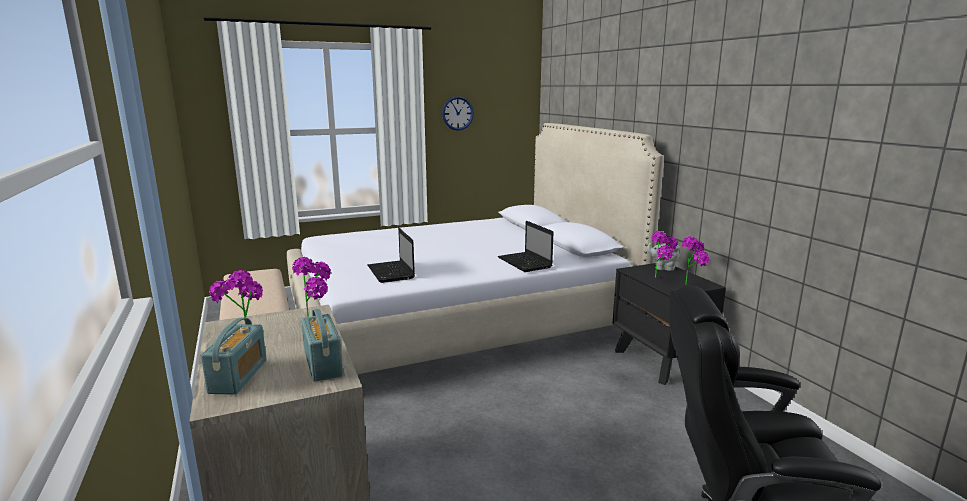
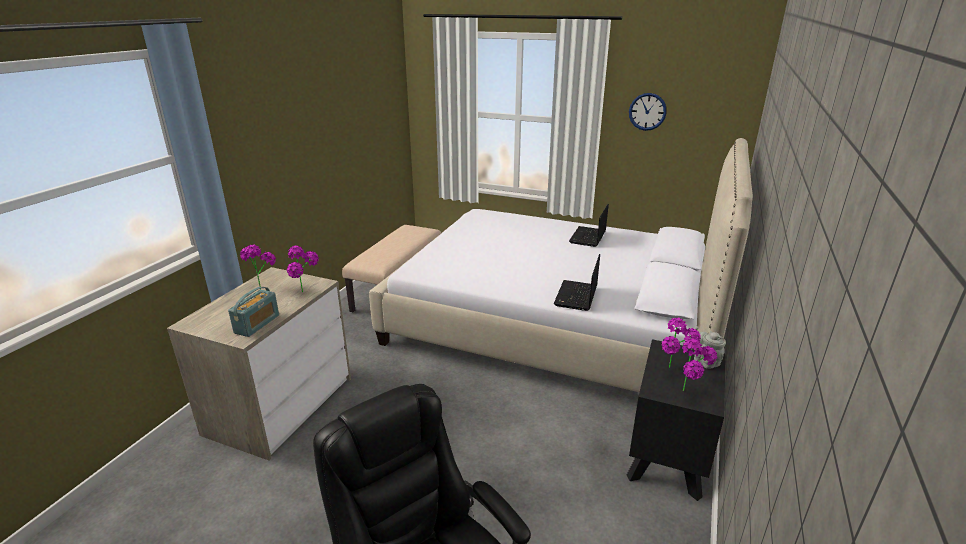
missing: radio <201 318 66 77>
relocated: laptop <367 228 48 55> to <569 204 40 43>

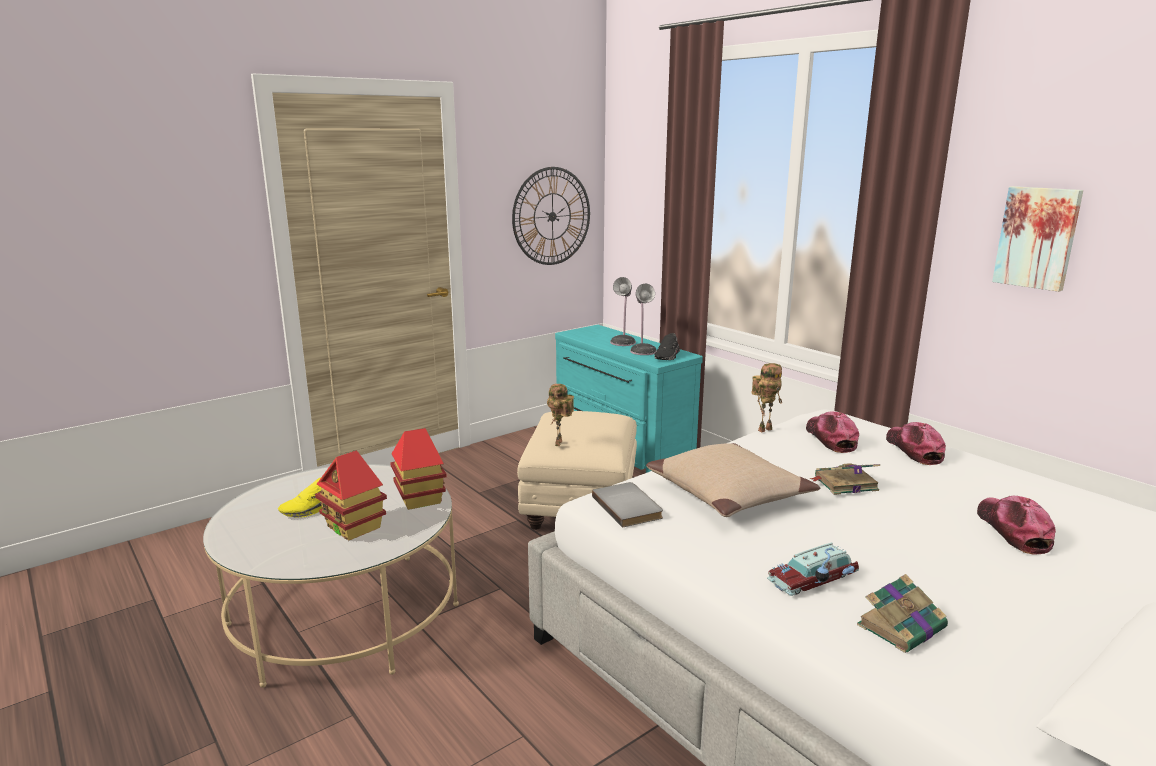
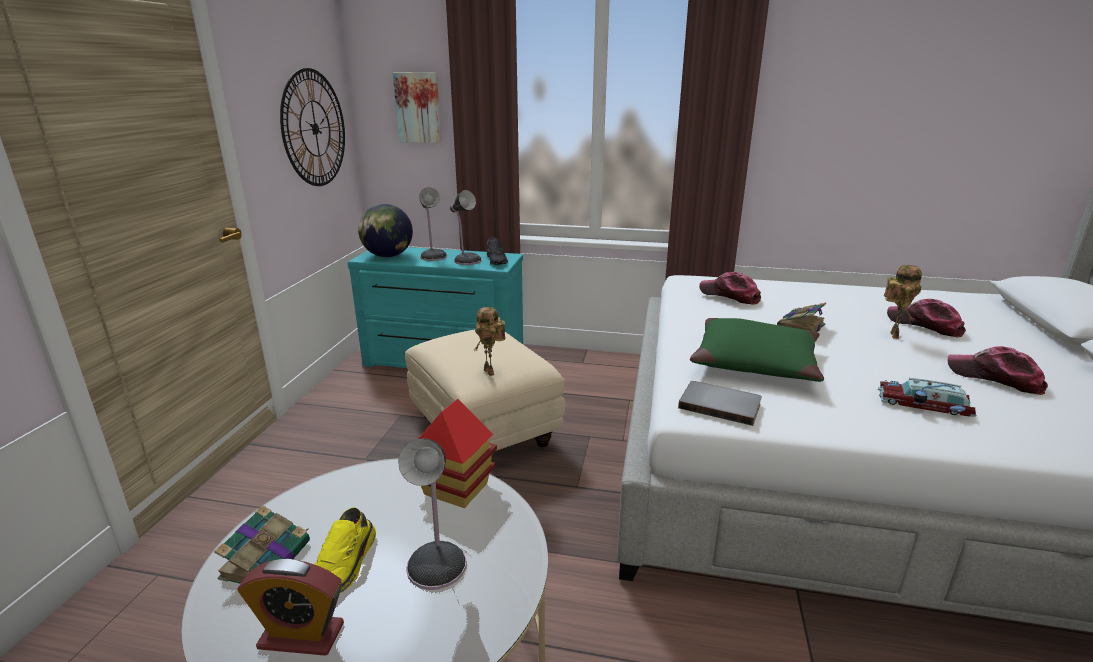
appeared: alarm clock <237 559 107 97>; globe <358 204 55 53>
relocated: toy robot <751 363 31 69> to <884 265 38 74>; book <857 574 91 79> to <214 505 96 79>; cap <886 422 60 43> to <947 346 101 49>; picture <992 186 91 106> to <393 72 48 71>
exchanged: toy house <315 451 72 90> to table lamp <398 438 68 152>
colour: pillow/beige <646 443 174 74> to pillow/green <690 318 134 64>
spun: toy car <767 542 92 54> = <878 378 99 39> 90 degrees clockwise

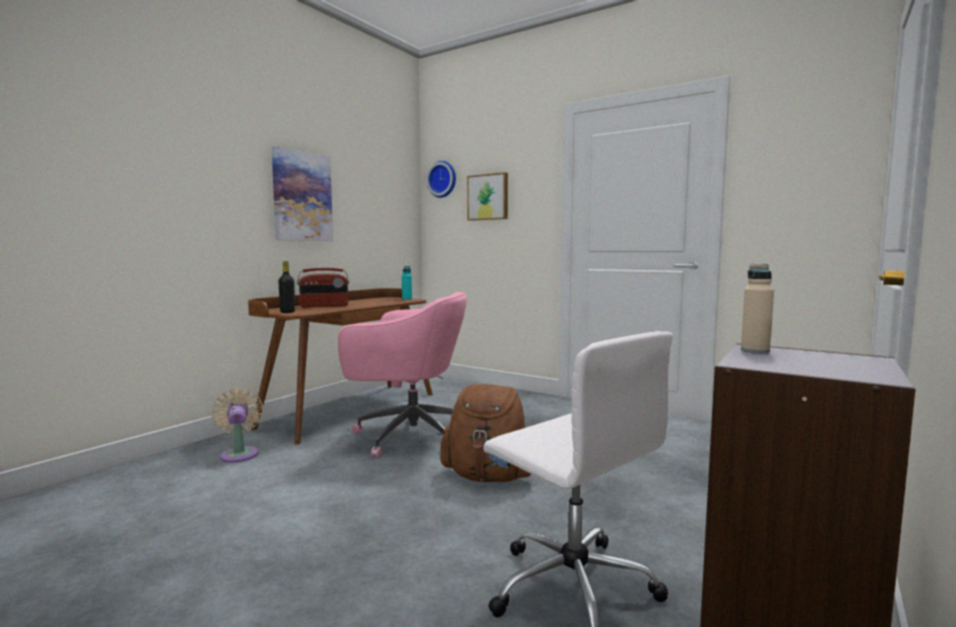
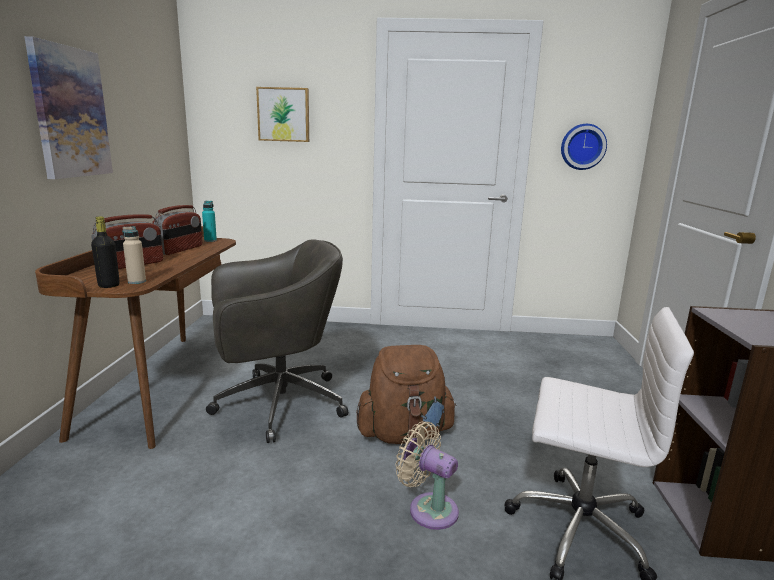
appeared: radio <152 205 50 50>
relocated: fan/beige <212 388 51 75> to <395 422 64 108>; wall clock <426 161 30 37> to <561 124 46 46>; bottle/beige <741 264 33 90> to <123 226 23 58>
colour: office chair/pink <338 292 129 166> to office chair/grey <206 239 142 204>

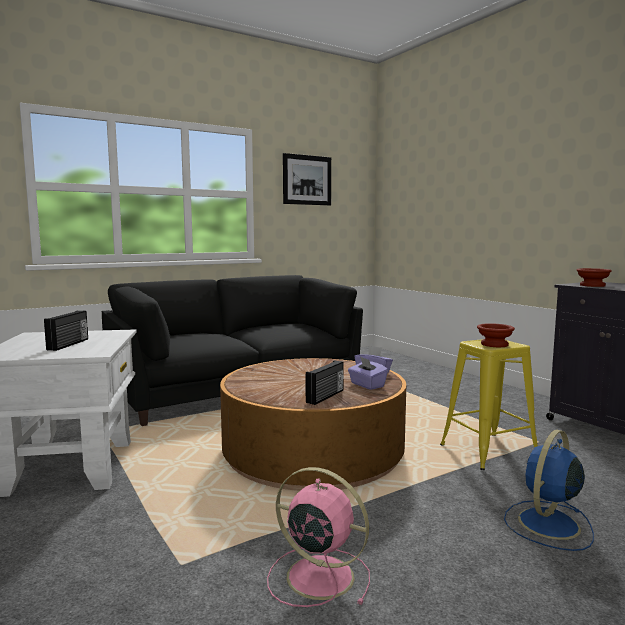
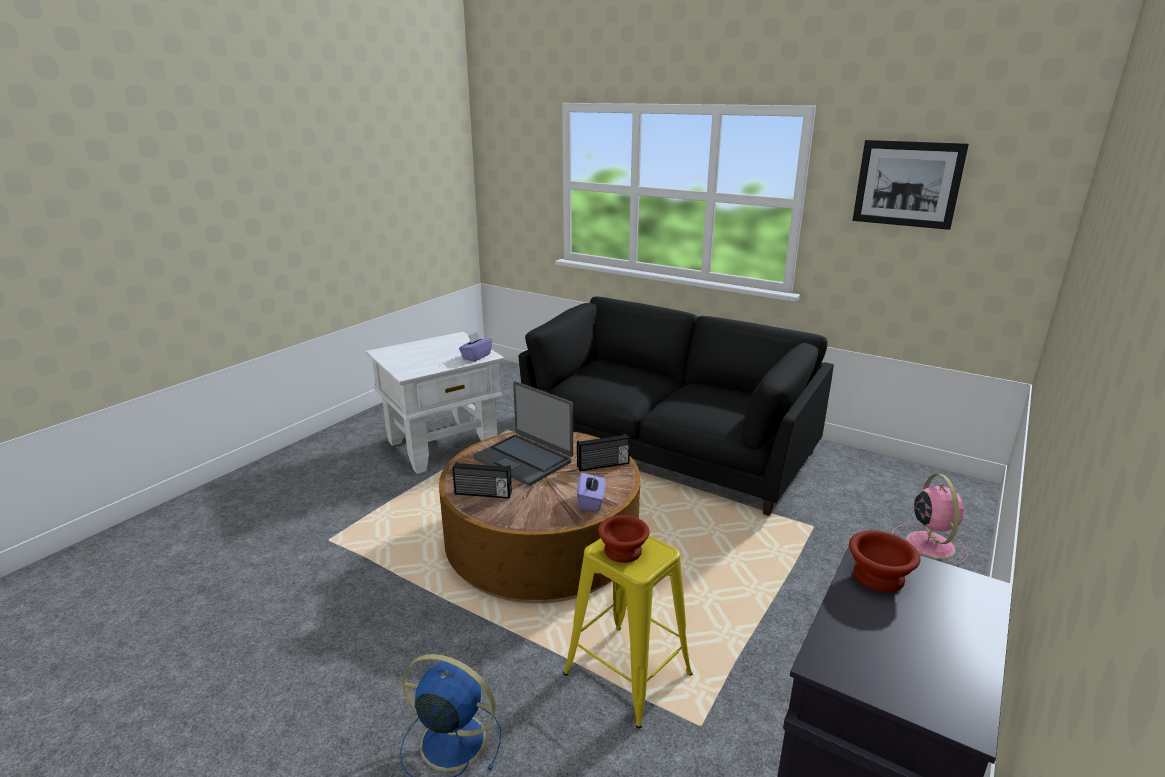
appeared: laptop <473 381 100 105>
relocated: radio <44 311 44 40> to <577 434 53 37>; fan/pink <267 467 103 140> to <892 474 76 91>; tissue box/purple <348 357 40 33> to <459 332 33 30>

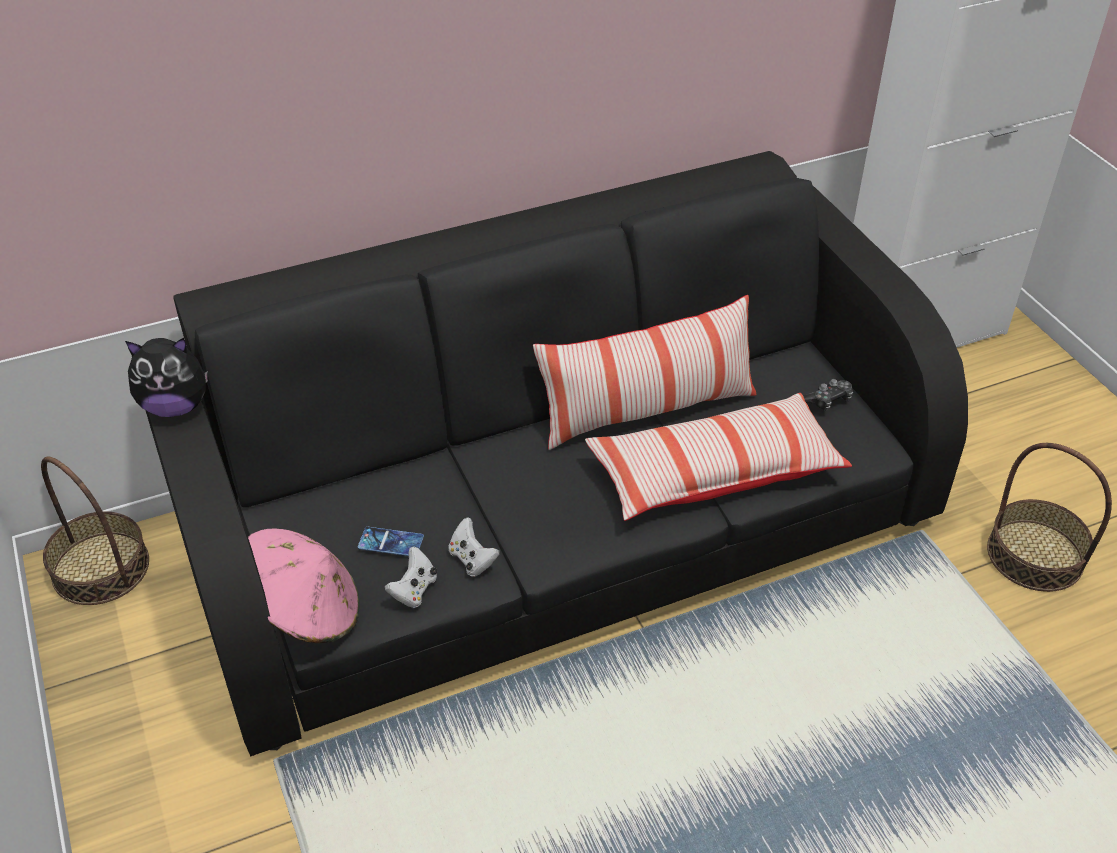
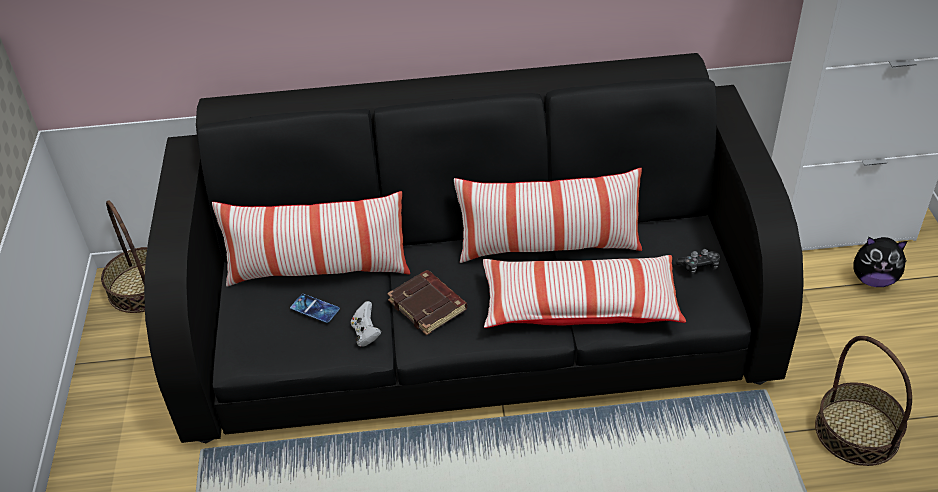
missing: hat/pink <248 528 112 115>; game controller/white <385 547 52 61>
appeared: pillow <212 191 198 96>; book/brown <387 270 80 66>
relocated: plush toy <125 338 83 79> to <853 237 54 50>

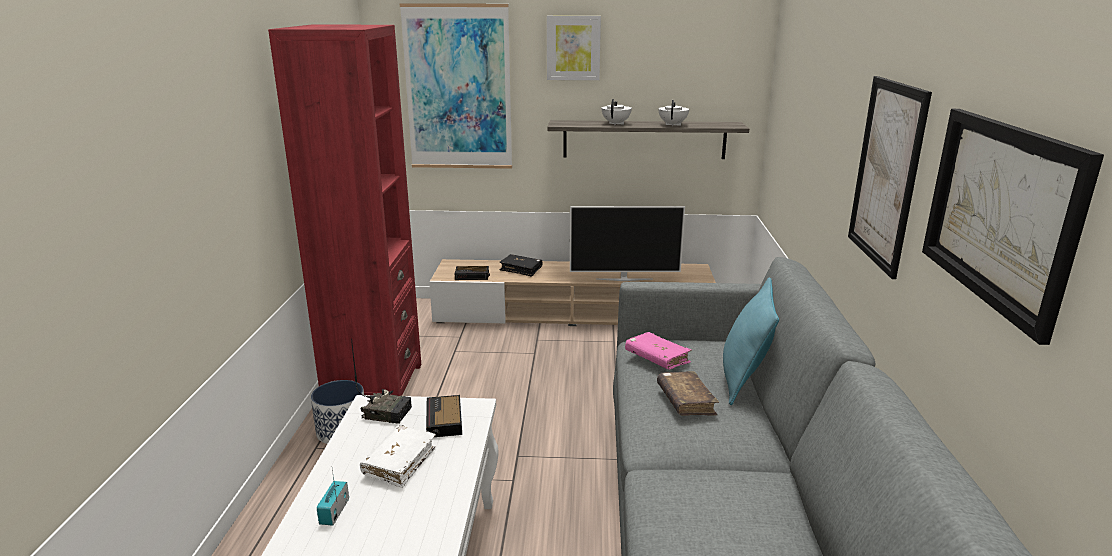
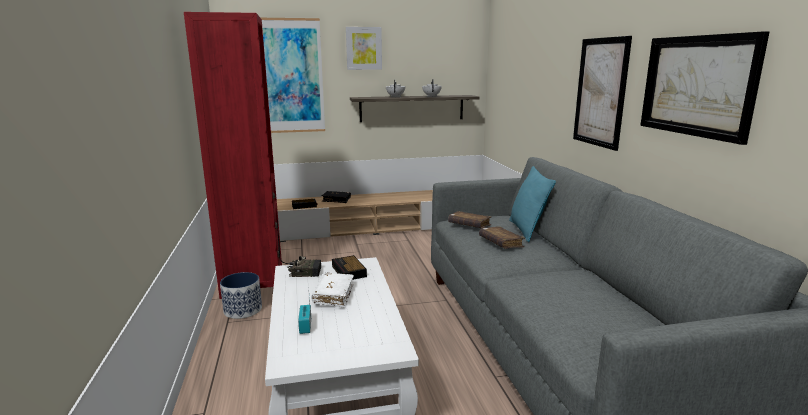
missing: television <570 206 115 75>
colour: book/pink <625 332 67 37> to book/brown <448 211 44 17>

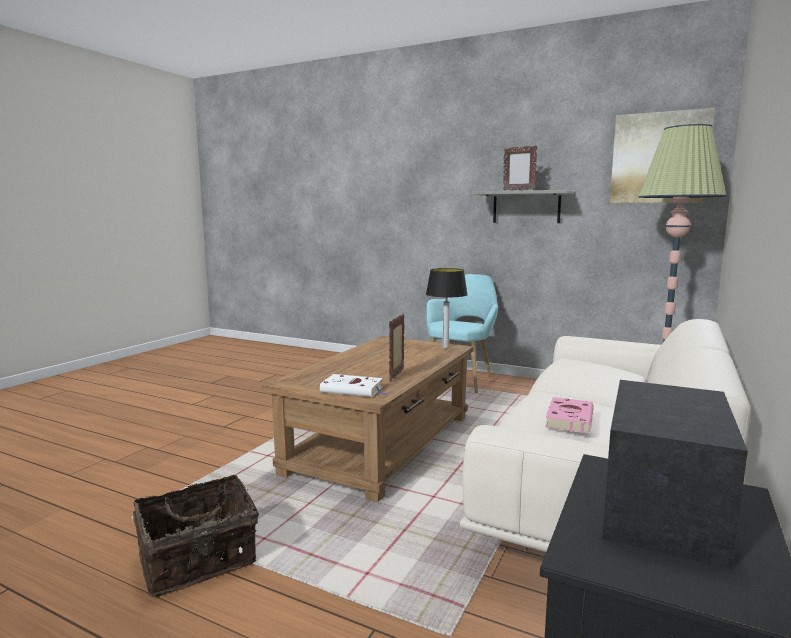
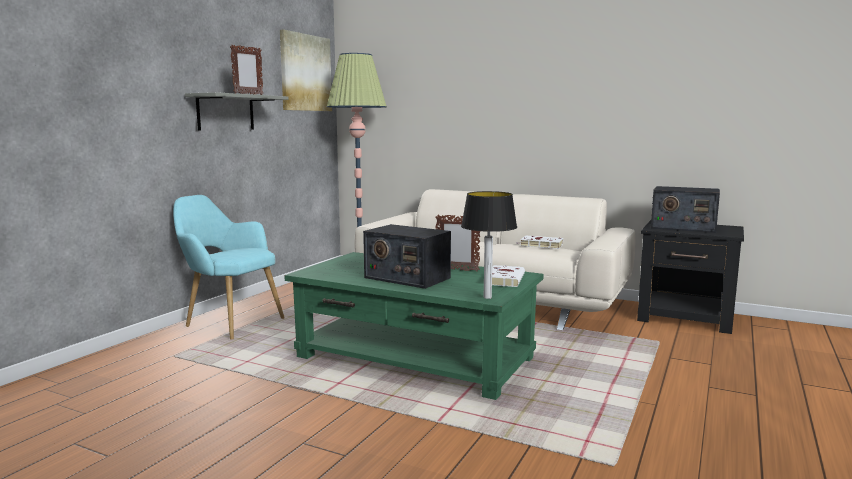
missing: basket <133 474 126 123>
appeared: radio <363 224 88 65>
relocated: table lamp <426 268 42 80> to <461 191 56 108>
colour: coffee table/brown <262 336 212 166> to coffee table/green <285 252 259 148>; book/pink <545 397 49 36> to book/white <520 236 43 13>

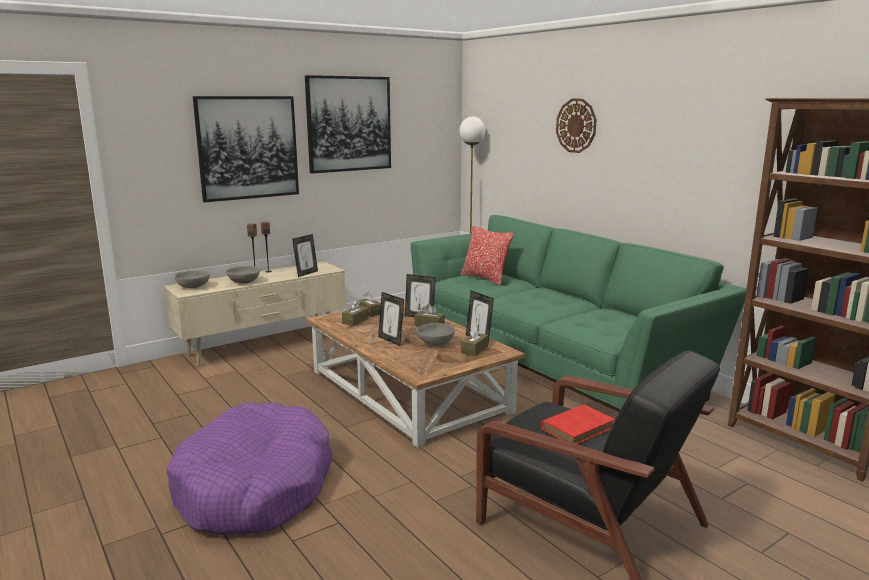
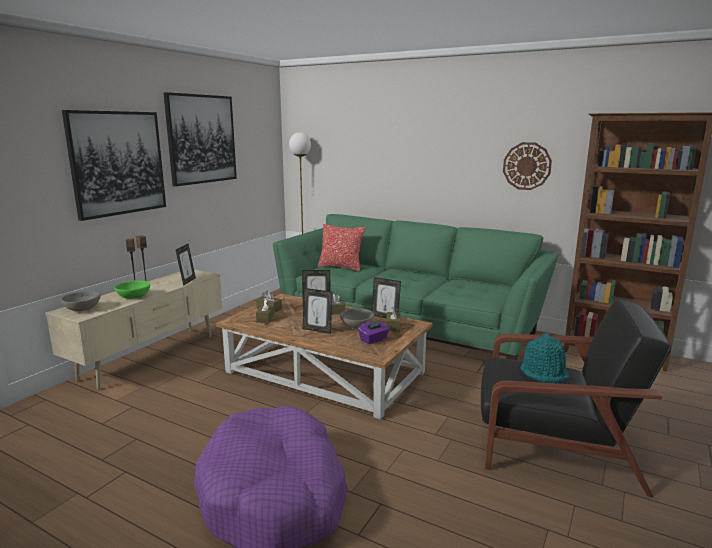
appeared: tissue box/purple <358 319 32 25>
relocated: wall clock <556 99 41 54> to <503 142 49 48>
exchanged: book/red <541 405 74 40> to hat/turquoise <520 333 49 50>
colour: bowl/grey <226 266 34 17> to bowl/green <114 280 36 19>

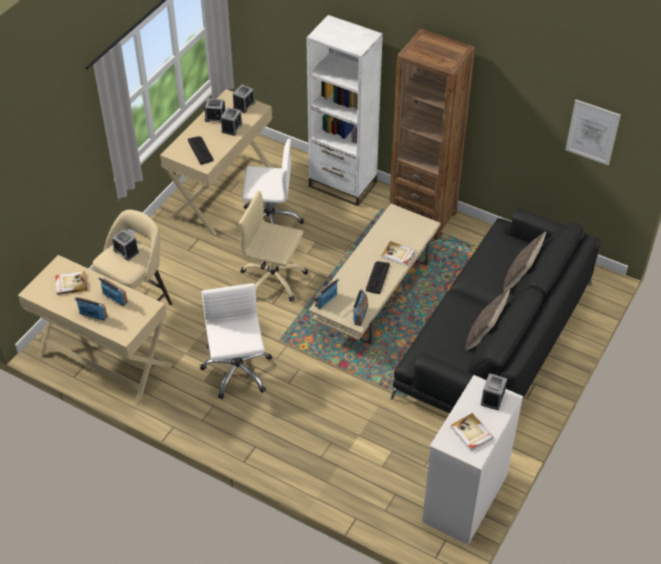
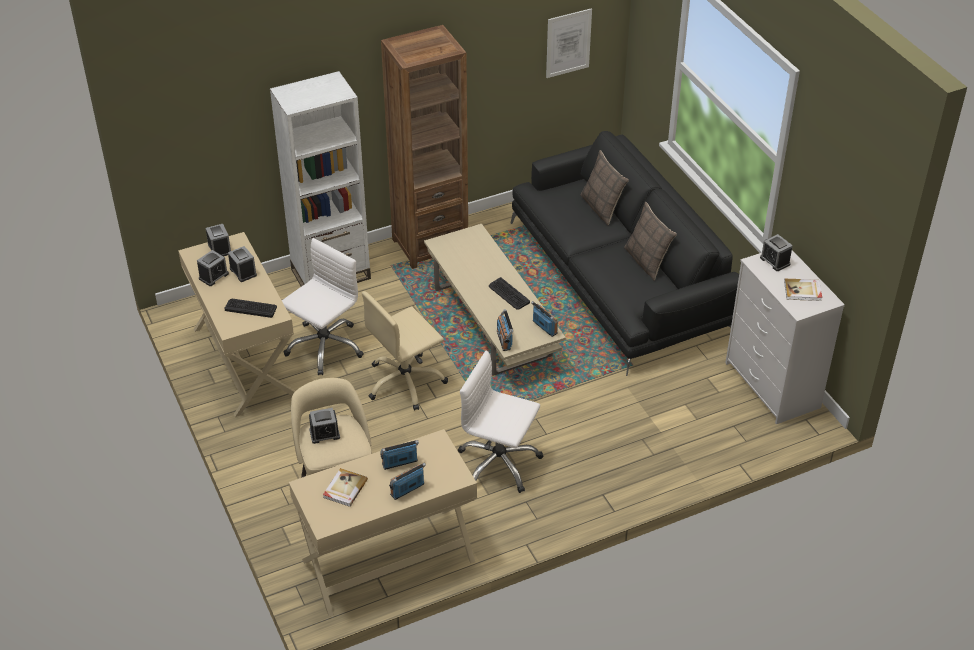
missing: book <382 241 33 25>

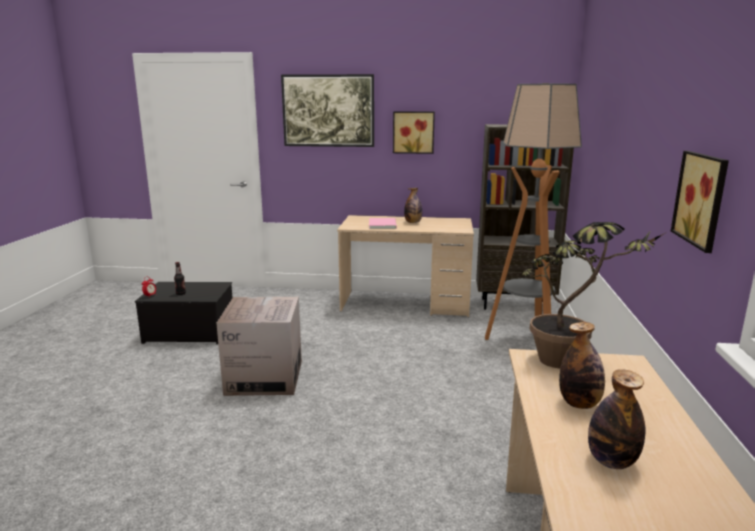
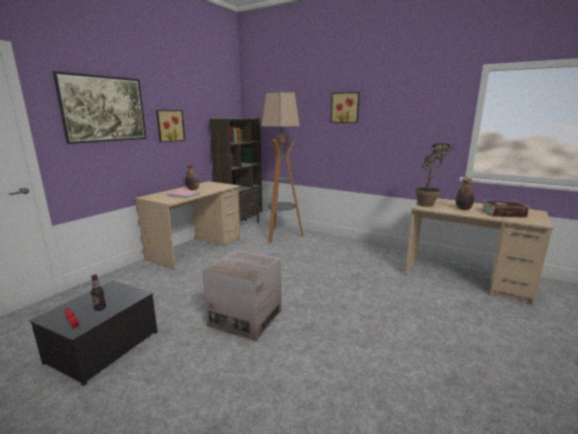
relocated: picture <671 151 58 102> to <331 92 29 31>
exchanged: bottle <588 369 57 100> to book <481 201 49 17>

